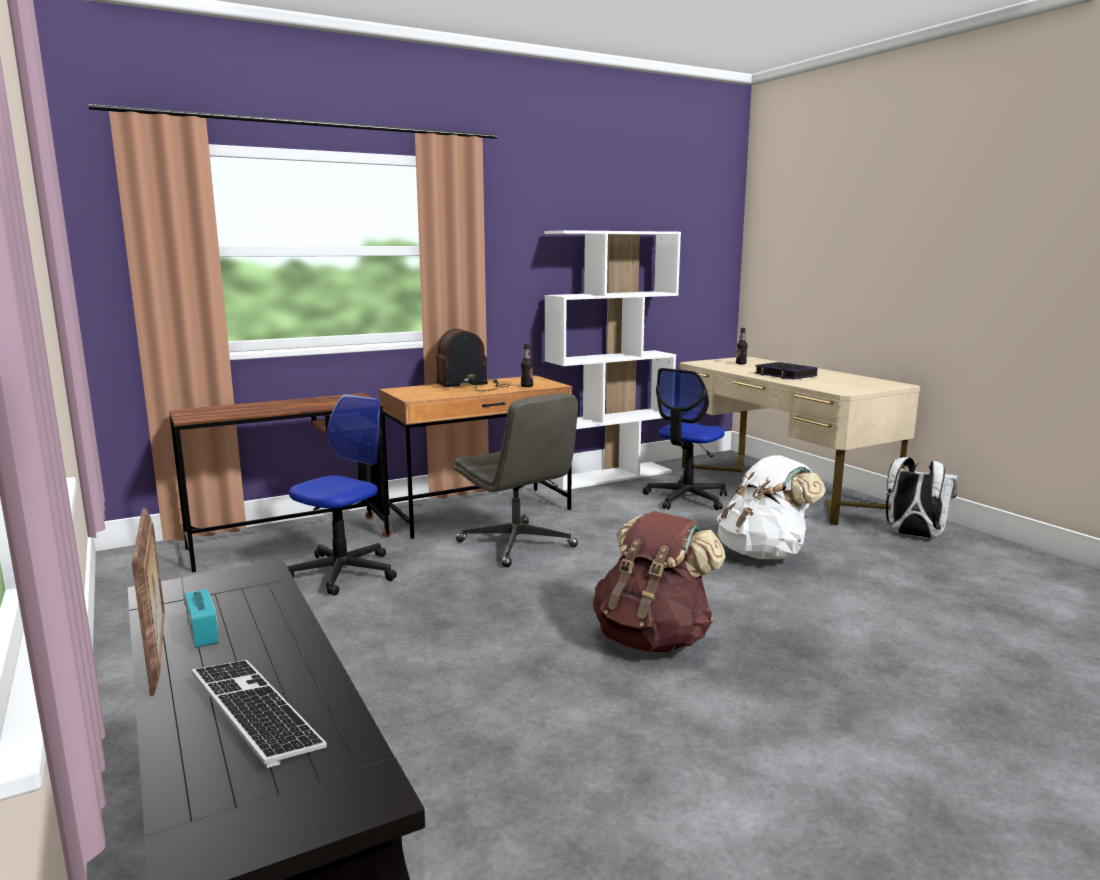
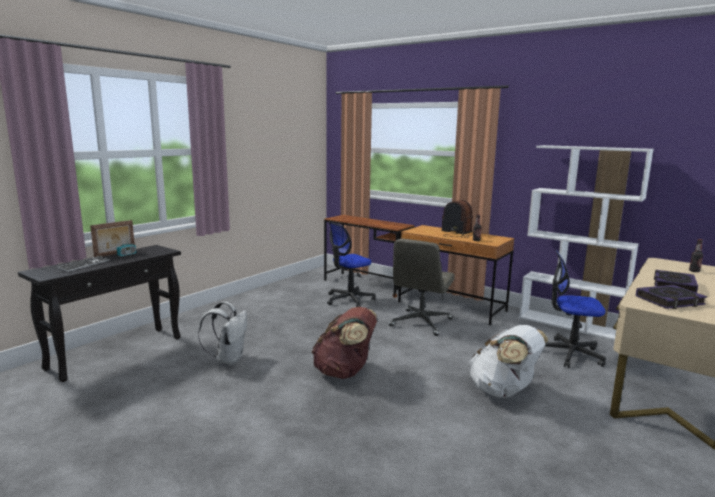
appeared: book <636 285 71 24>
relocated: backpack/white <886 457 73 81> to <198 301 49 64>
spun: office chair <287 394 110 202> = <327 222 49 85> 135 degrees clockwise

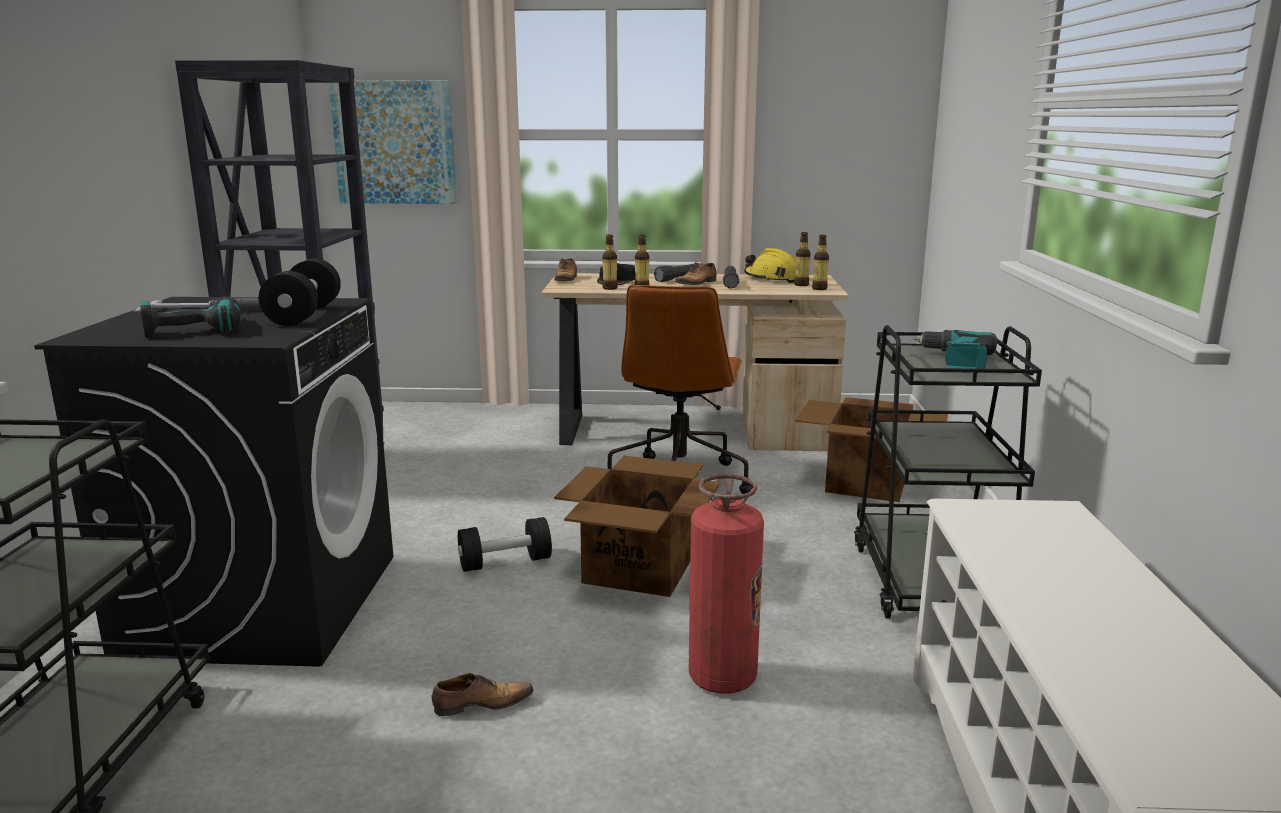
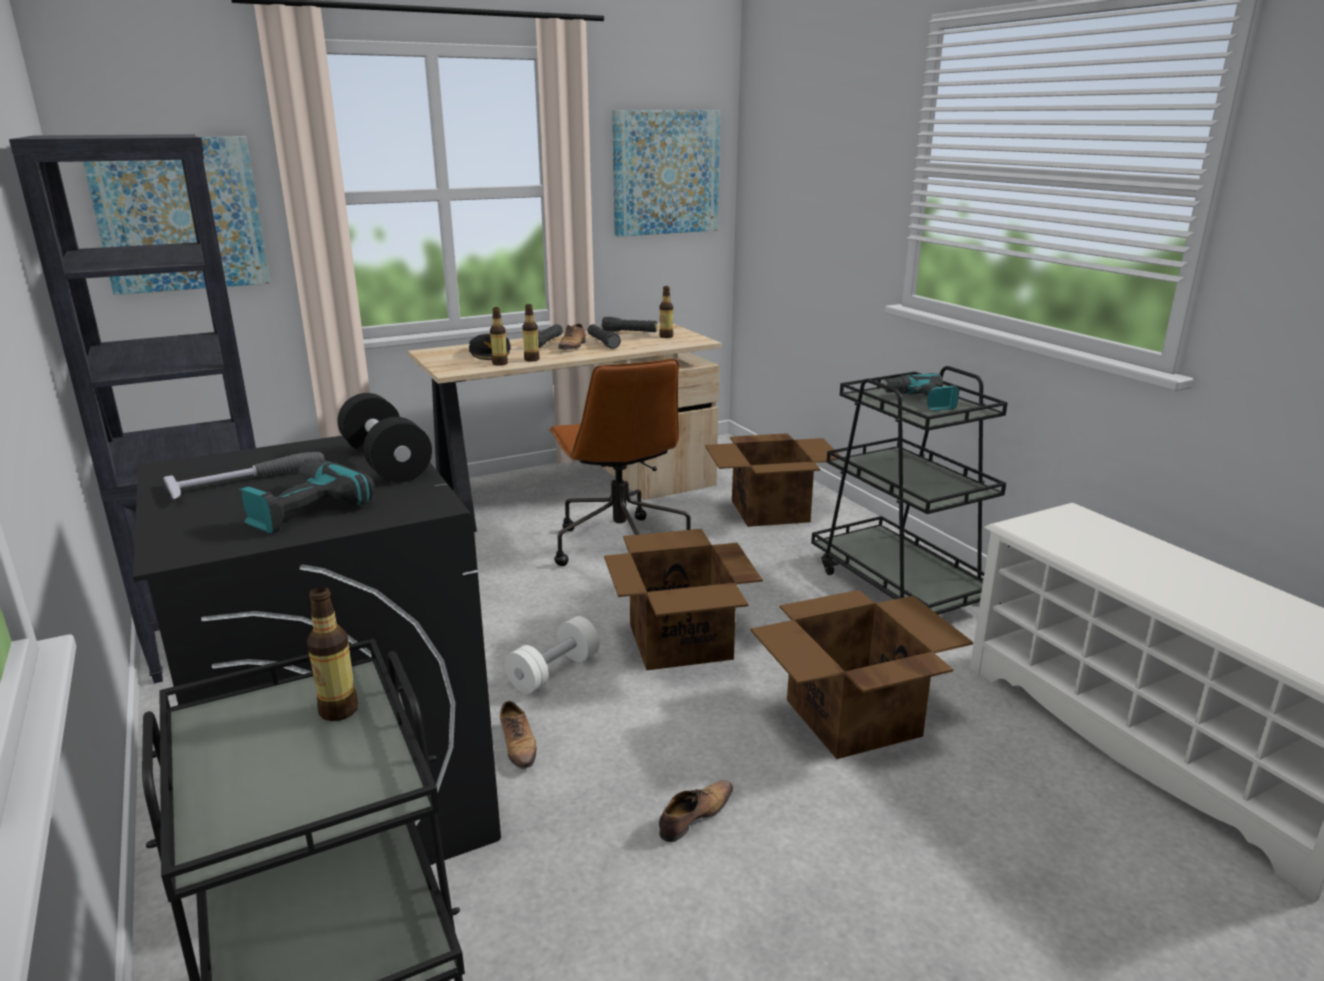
appeared: picture <612 110 109 127>
relocated: shoe <554 258 23 23> to <500 701 37 68>; bottle <812 235 17 55> to <307 587 51 134>
exchanged: fire extinguisher <689 474 75 220> to cardboard box <750 590 223 169>; hard hat/yellow <744 248 52 35> to flashlight/black <601 317 56 15>
colour: dumbbell/black <458 517 94 55> to dumbbell/white <505 616 95 78>

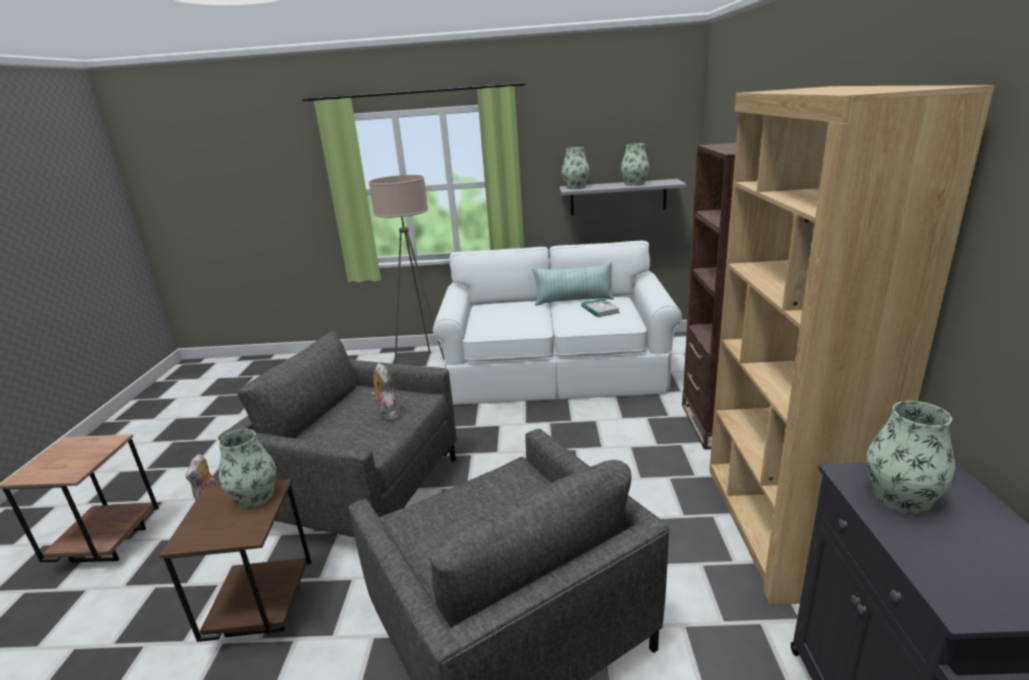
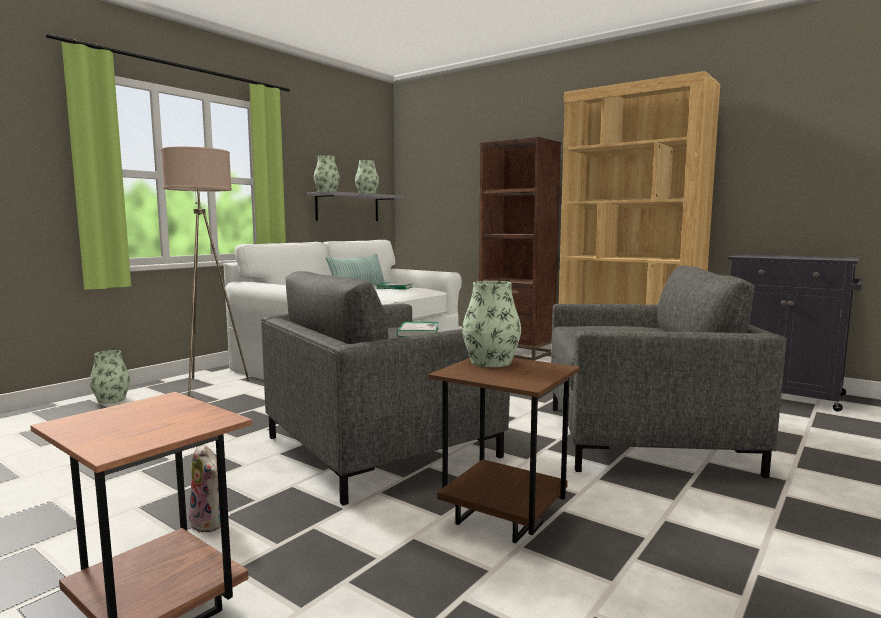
relocated: vase <866 401 90 113> to <90 350 40 53>
exchanged: plush toy <371 363 30 57> to book <397 322 41 15>

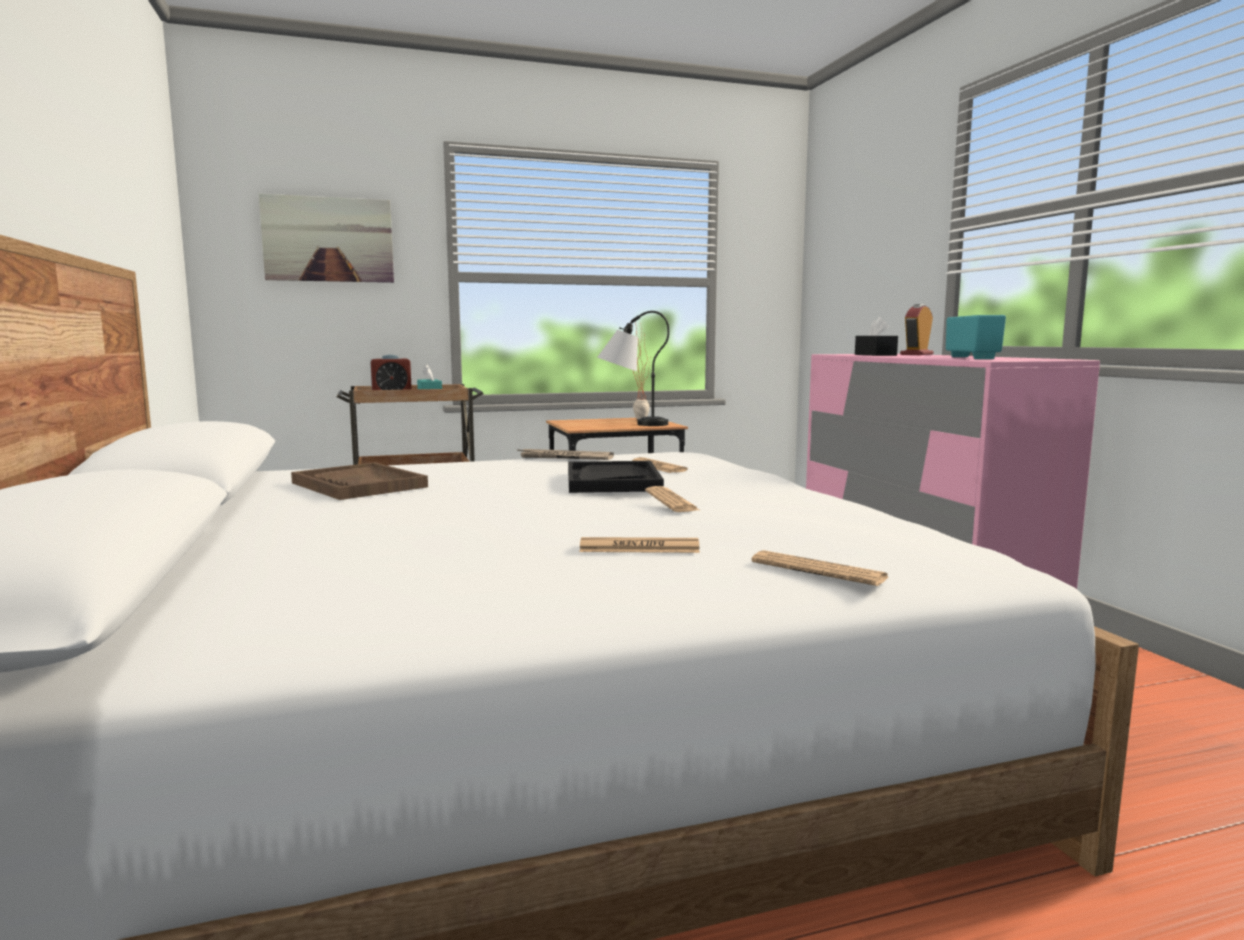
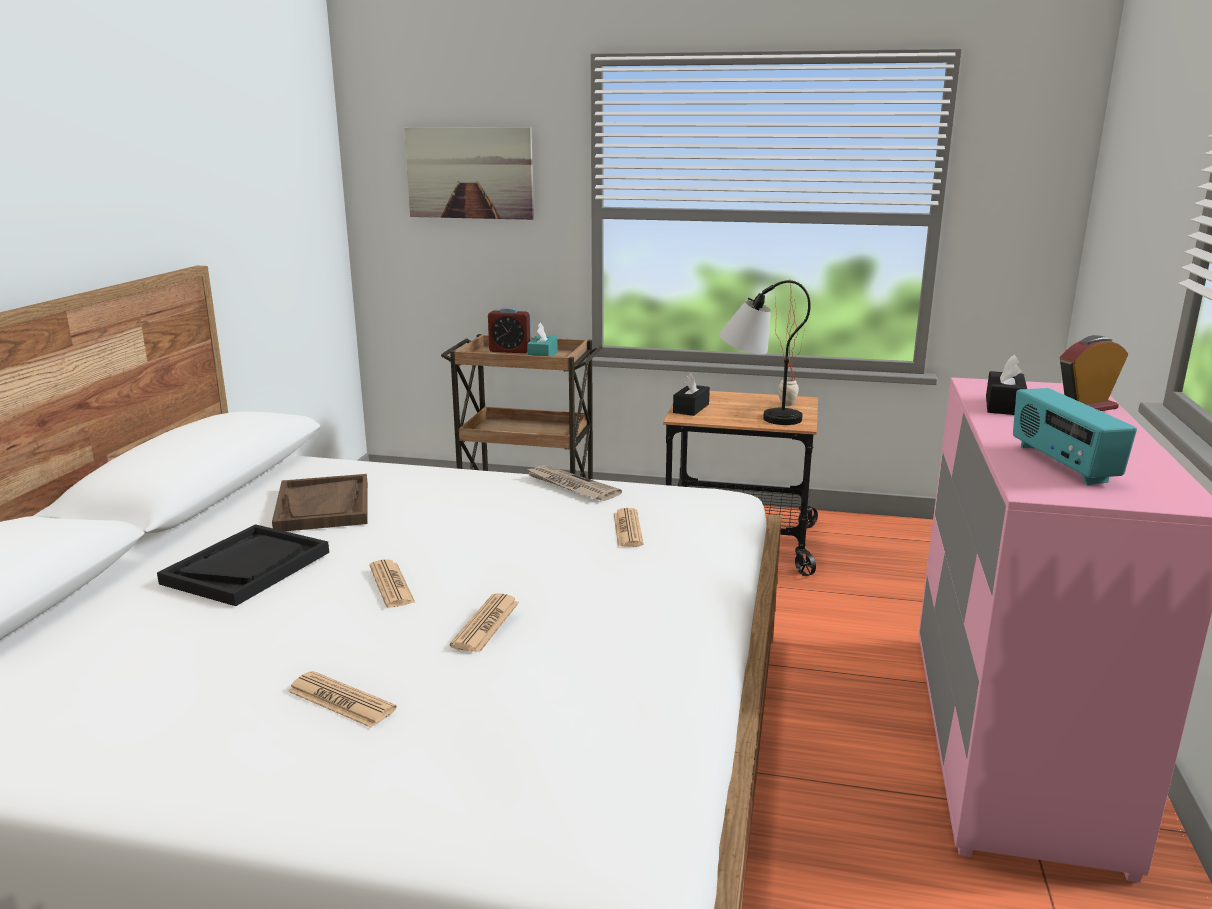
appeared: tissue box/black <673 373 37 43>
relocated: tray/black <568 461 96 32> to <157 524 172 82>; newspaper <751 550 138 36> to <370 559 45 49>
spun: radio <946 315 60 44> = <1013 388 124 97> 135 degrees clockwise

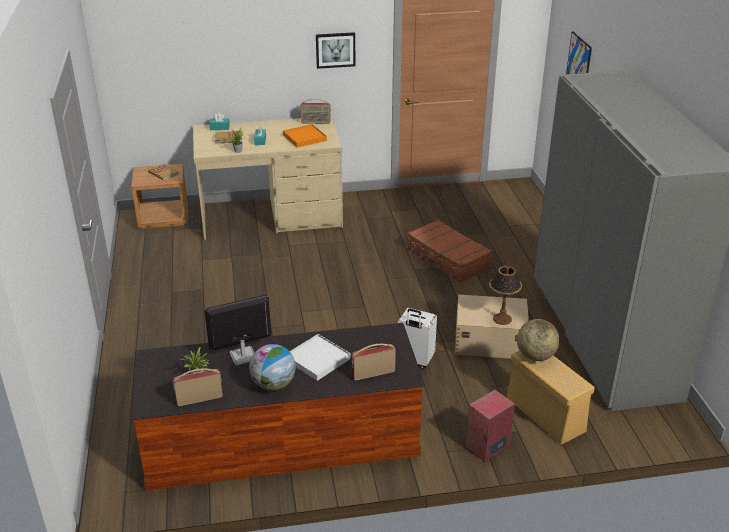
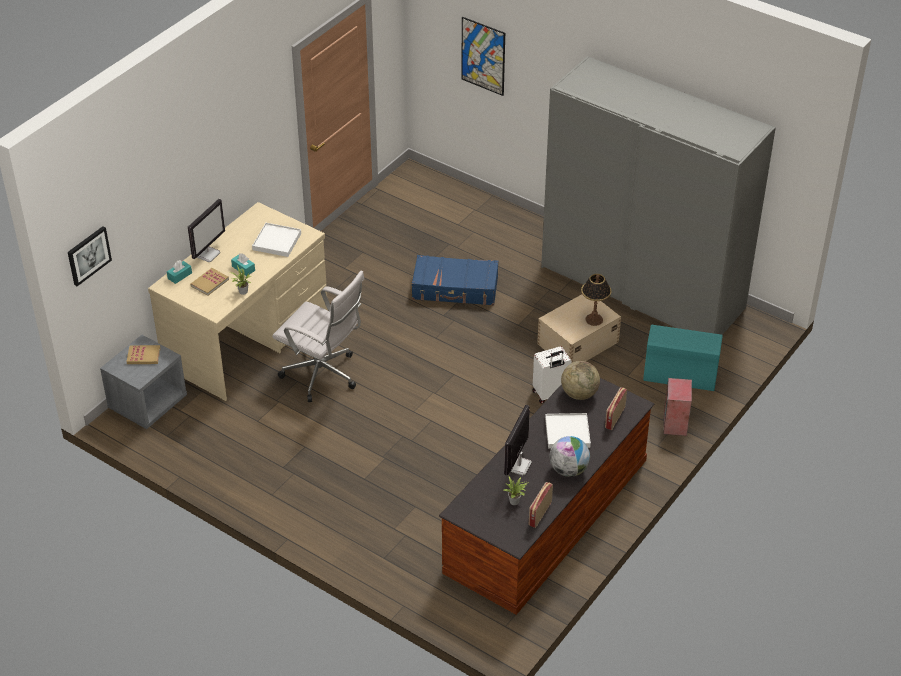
missing: radio <300 99 31 25>
appeared: monitor <188 199 37 63>; office chair/white <272 271 92 131>
relocated: picture <316 32 39 37> to <68 226 44 60>; globe <517 319 42 42> to <561 361 39 39>
colour: nightstand/brown <131 164 57 65> to nightstand/grey <100 335 87 94>; tray/orange <283 124 44 24> to tray/white <252 223 49 34>; suitcase/brown <407 220 85 63> to suitcase/blue <412 255 86 51>; storage box/beige <507 351 88 94> to storage box/turquoise <643 325 80 66>

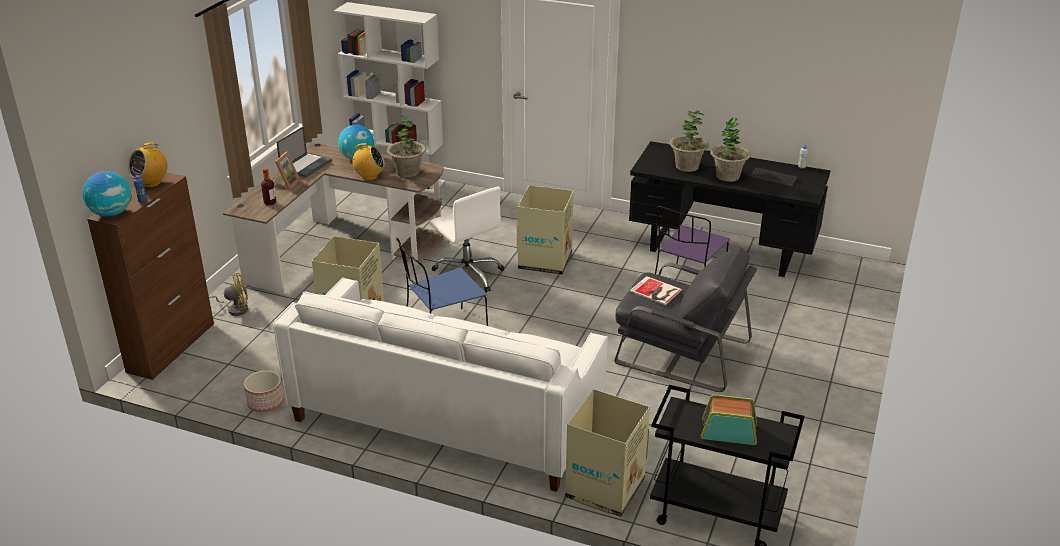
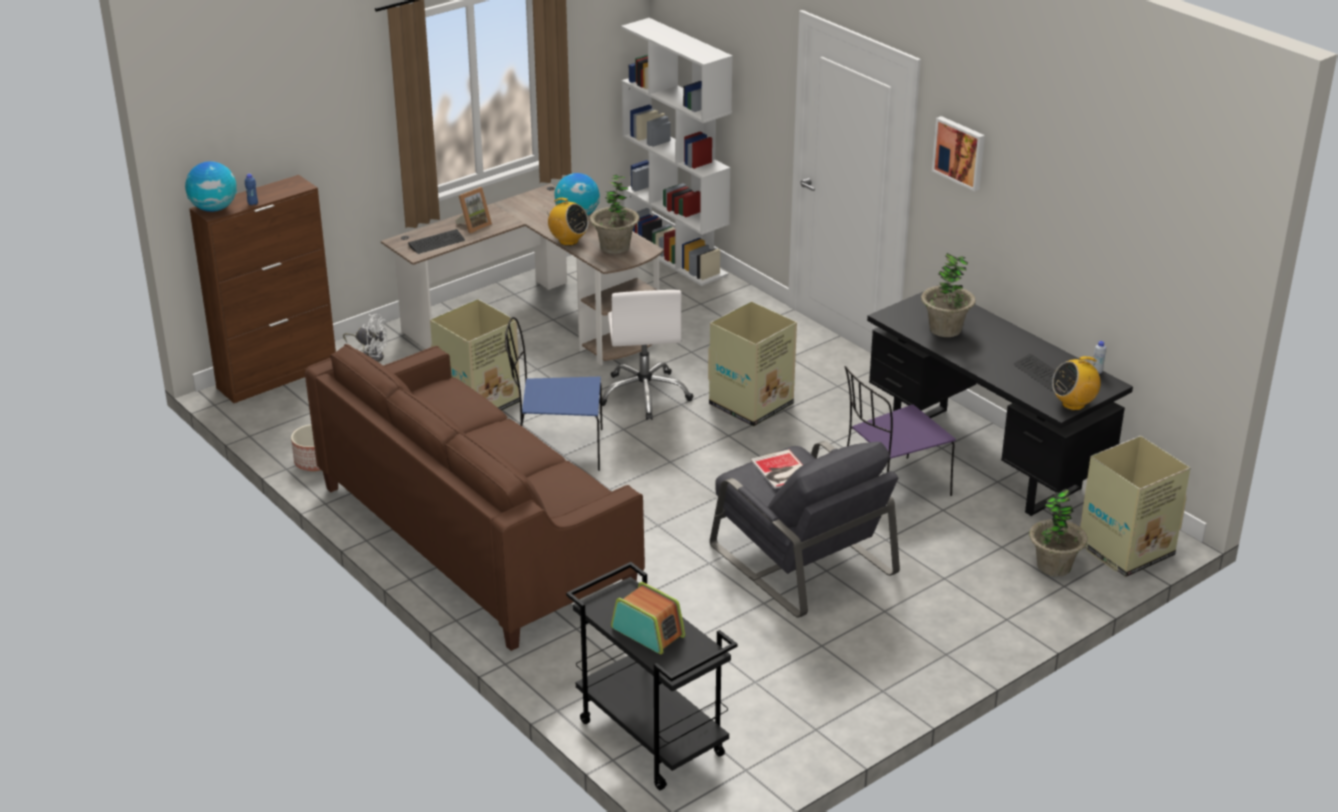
missing: laptop <276 126 56 52>
appeared: picture <932 116 53 75>
relocated: radio <128 142 40 46> to <1052 356 49 55>; cardboard box <565 389 85 128> to <1080 436 110 141>; potted plant <710 118 41 64> to <1029 488 59 89>
exchanged: bottle <261 168 15 38> to keyboard <408 229 57 25>
colour: fan/yellow <209 273 39 43> to fan/white <343 314 44 48>; sofa/white <273 277 335 215> to sofa/brown <305 344 340 307>

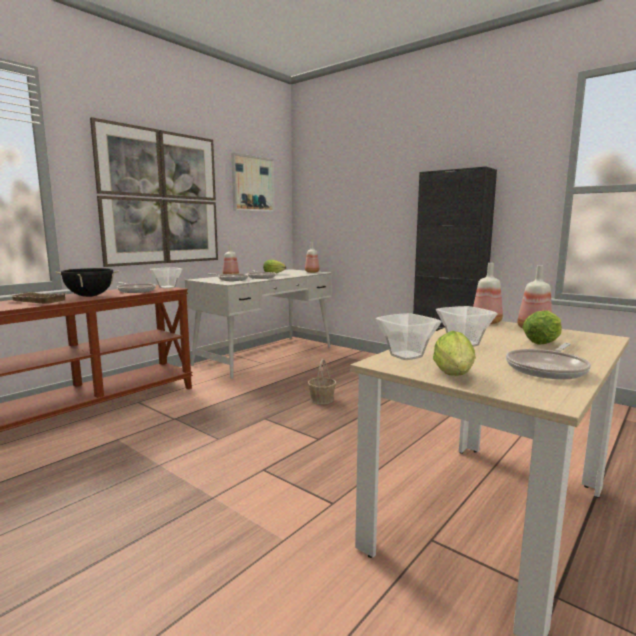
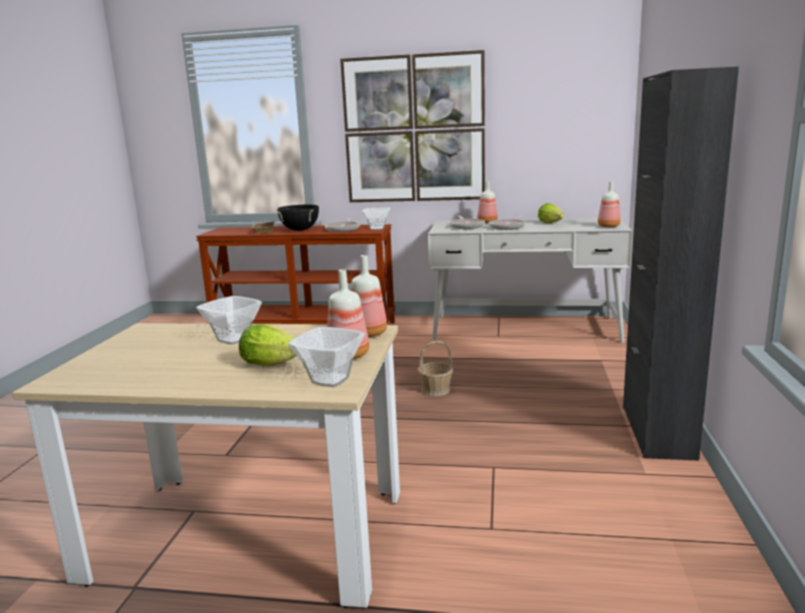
missing: picture <231 153 44 59>; lettuce <433 331 43 45>; frying pan <506 343 85 36>
relocated: bowl <375 313 67 47> to <288 327 77 60>

